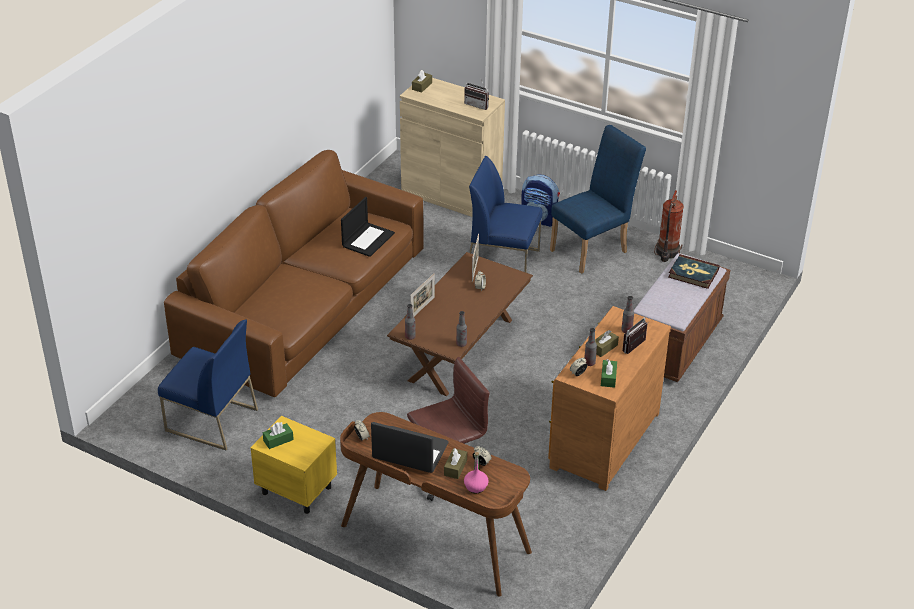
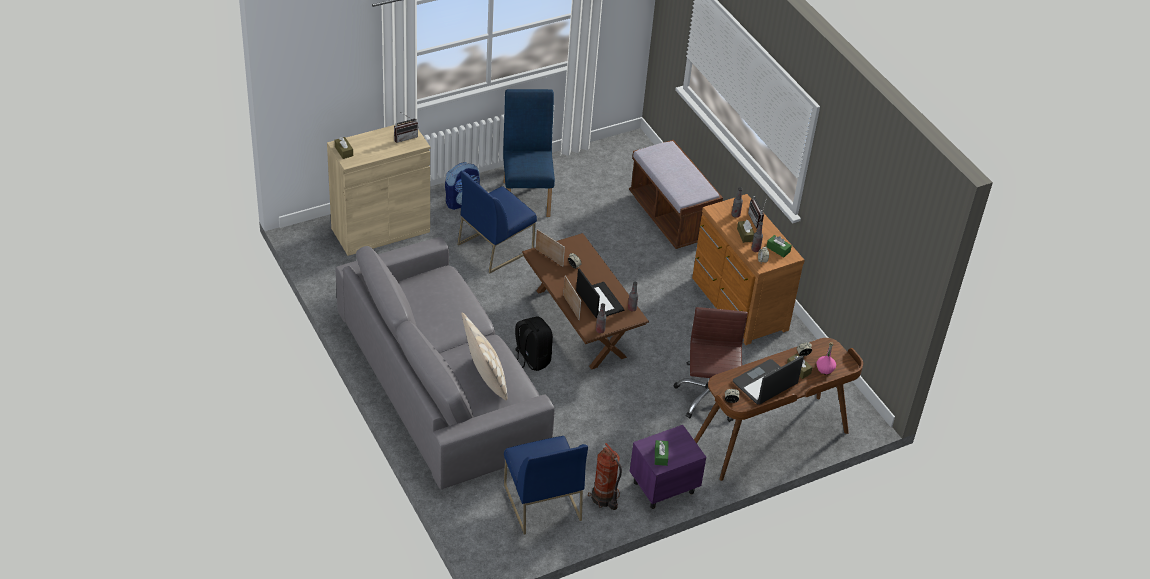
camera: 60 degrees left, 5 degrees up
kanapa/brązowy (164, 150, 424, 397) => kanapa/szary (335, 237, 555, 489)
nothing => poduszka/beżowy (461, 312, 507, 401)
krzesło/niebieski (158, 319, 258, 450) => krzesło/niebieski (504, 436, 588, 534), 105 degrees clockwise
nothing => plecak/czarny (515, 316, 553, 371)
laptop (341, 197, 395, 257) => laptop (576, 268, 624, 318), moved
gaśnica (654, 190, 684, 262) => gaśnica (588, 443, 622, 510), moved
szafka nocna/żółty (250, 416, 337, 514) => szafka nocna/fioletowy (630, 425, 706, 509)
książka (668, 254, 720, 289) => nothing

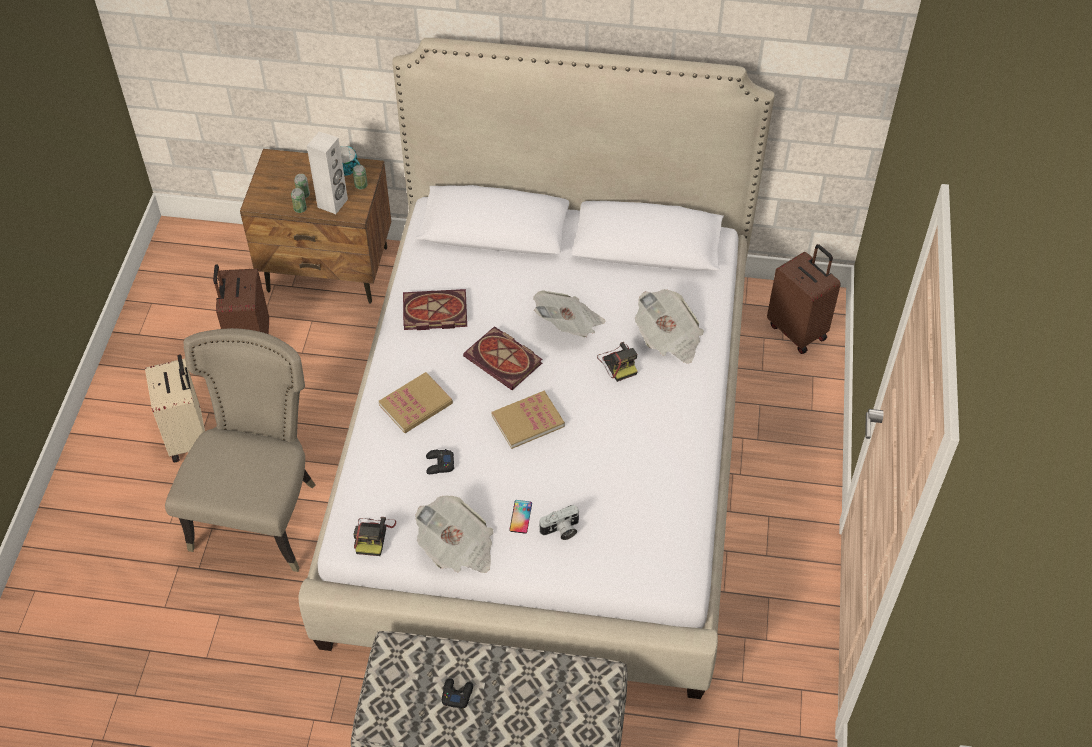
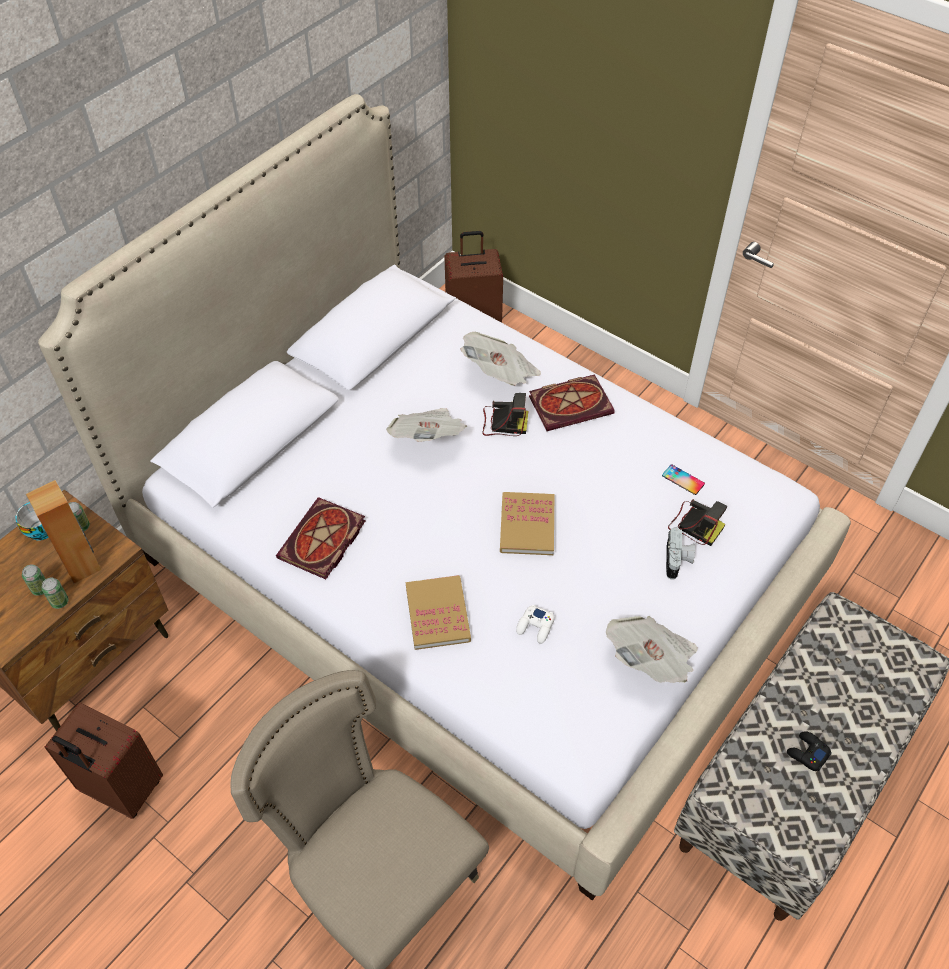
camera: 60 degrees left, 0 degrees up
głośnik/biały (307, 132, 348, 214) => głośnik/brązowy (26, 480, 101, 583)
pad do gier/czarny (426, 449, 454, 474) => pad do gier/biały (516, 605, 555, 644)
książka (463, 326, 542, 390) => książka (529, 374, 615, 431), moved
telefon (509, 500, 532, 534) => telefon (662, 464, 705, 495), moved
aparat fotograficzny (353, 517, 396, 556) => aparat fotograficzny (668, 499, 727, 546), moved
walizka/beżowy (145, 355, 205, 462) => nothing

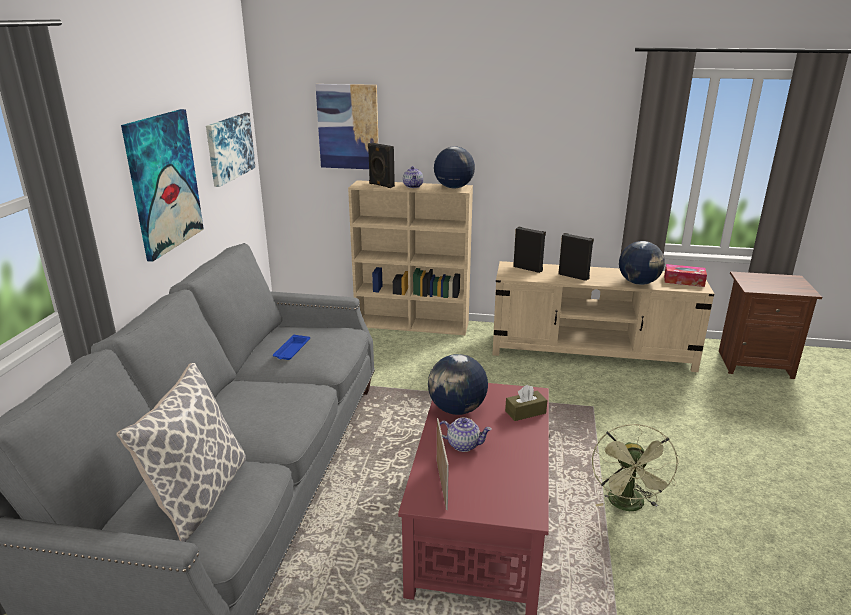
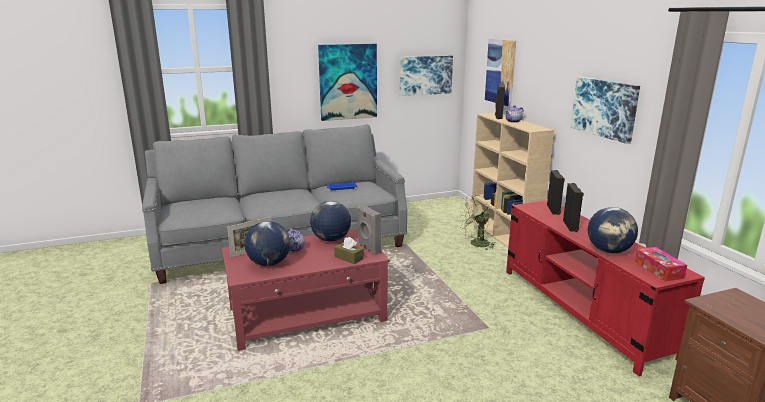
camera: 60 degrees right, 5 degrees down
globus (434, 146, 475, 189) => globus (244, 221, 291, 266), moved
nothing => głośnik/szary (357, 205, 381, 255)
wentylator/zielony (592, 424, 679, 511) => wentylator/zielony (460, 195, 495, 250), moved
szafka pod telewizor/beżowy (492, 261, 714, 372) => szafka pod telewizor/czerwony (506, 200, 705, 376)
nothing => obraz (571, 77, 640, 144)
poduszka (116, 363, 246, 542) => nothing

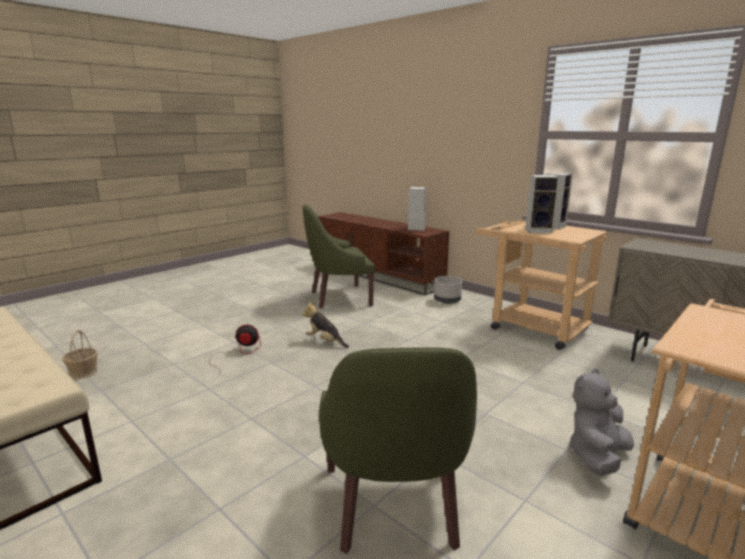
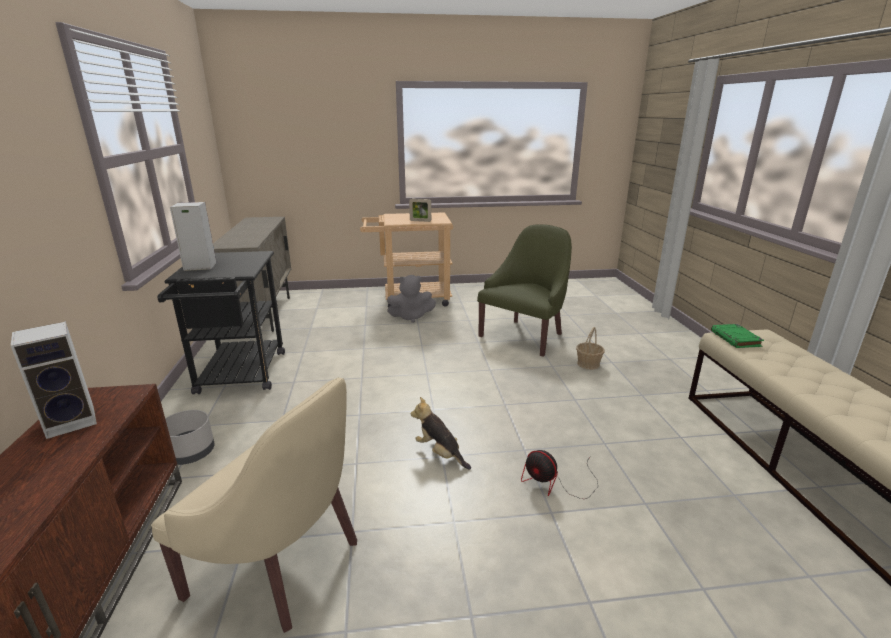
camera: 140 degrees left, 5 degrees up
fotel/zielony (303, 204, 375, 308) => fotel/beżowy (151, 377, 357, 633)
wózek/beżowy (476, 221, 607, 350) => wózek/czarny (158, 251, 285, 394)
nothing => ramka na zdjęcie (409, 198, 431, 222)
pluszak (302, 301, 349, 348) => pluszak (410, 397, 471, 470), 150 degrees clockwise
koszyk (62, 330, 98, 379) => koszyk (576, 327, 605, 370), moved
nothing => książka/zielony (711, 324, 764, 348)
głośnik (525, 175, 559, 233) => nothing

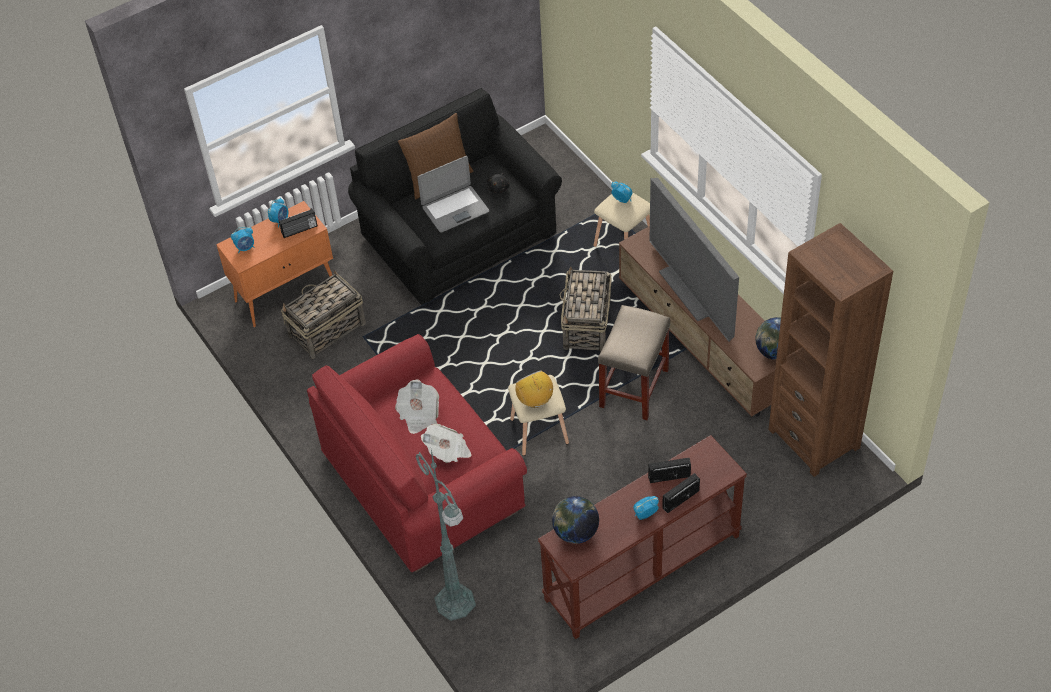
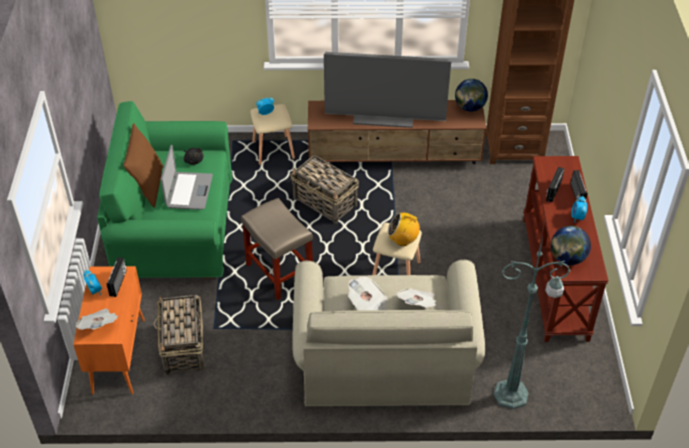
camera: 60 degrees left, 5 degrees down
budzik (231, 227, 255, 253) => gazeta (76, 308, 119, 330)
kanapa/czarny (348, 88, 562, 304) => kanapa/zielony (97, 101, 232, 280)
stołek/beżowy (598, 305, 671, 420) => stołek/beżowy (241, 198, 313, 300), moved
kanapa/czerwony (307, 334, 527, 572) => kanapa/beżowy (292, 260, 485, 406)

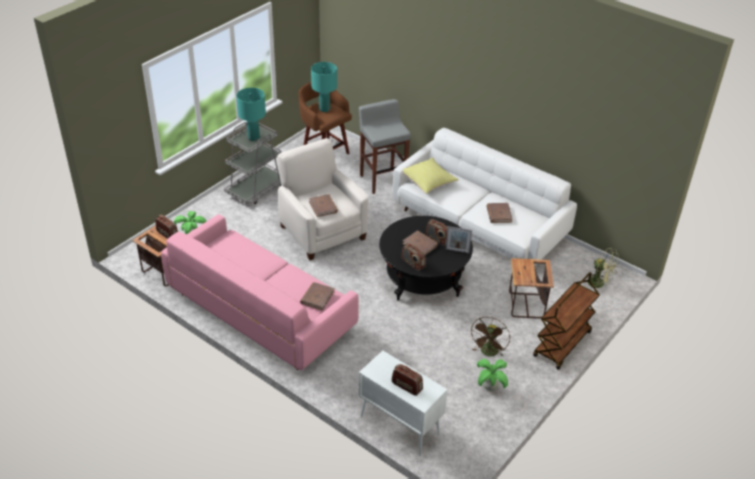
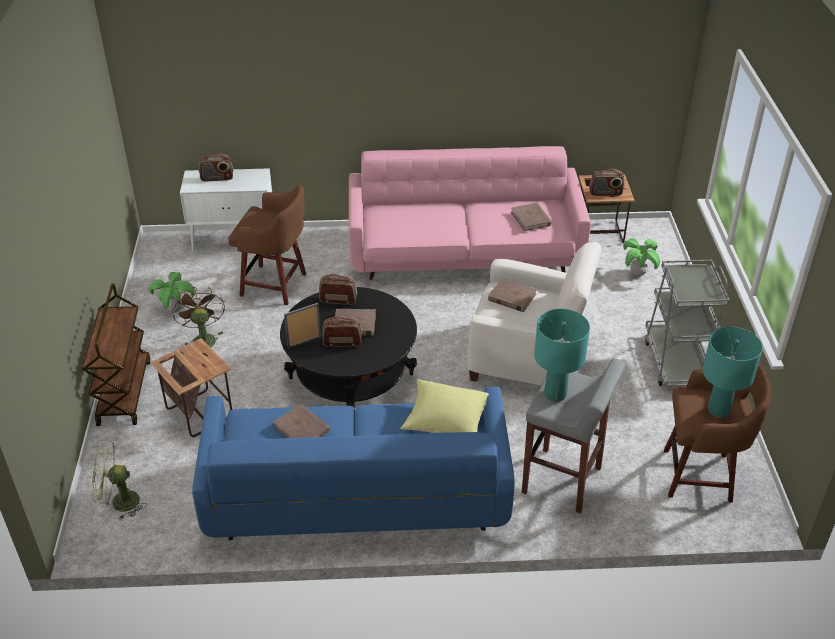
camera: 140 degrees right, 0 degrees up
kanapa/biały (393, 128, 577, 266) => kanapa/niebieski (192, 387, 515, 540)
nothing => stołek/brązowy (228, 184, 306, 305)
książka/brązowy (300, 282, 335, 310) => książka/brązowy (511, 203, 552, 231), moved
lampa stołowa/turkusowy (236, 88, 266, 141) => lampa stołowa/turkusowy (534, 309, 590, 402), moved

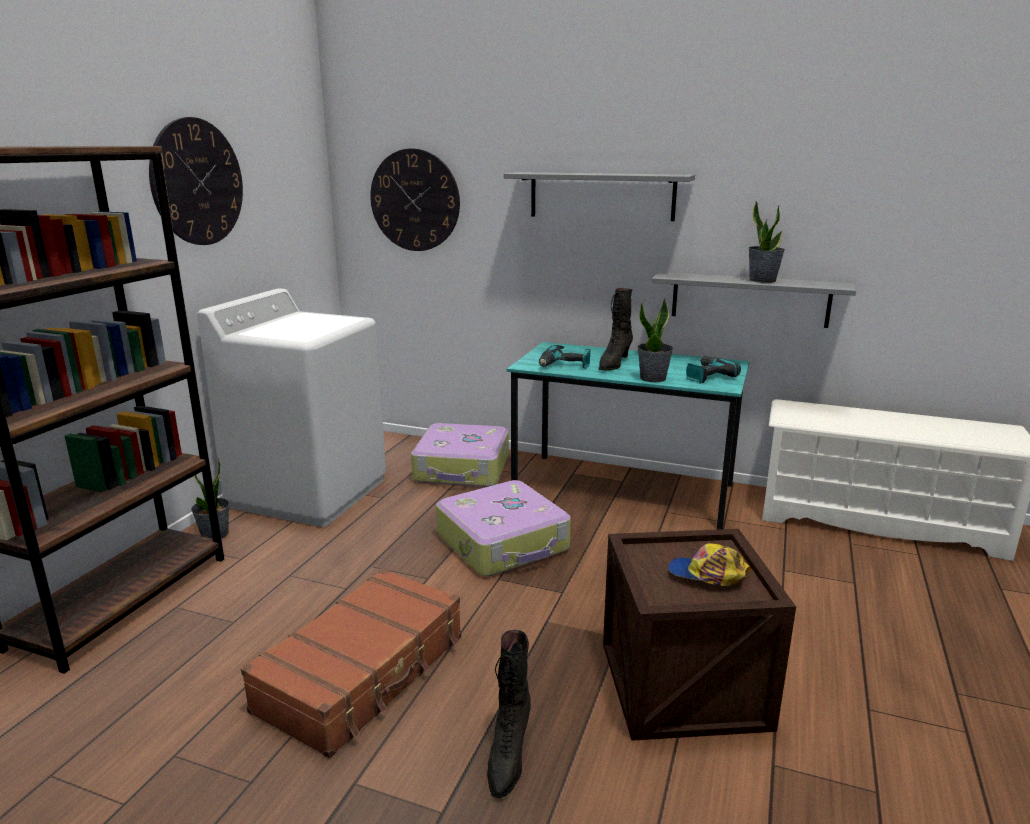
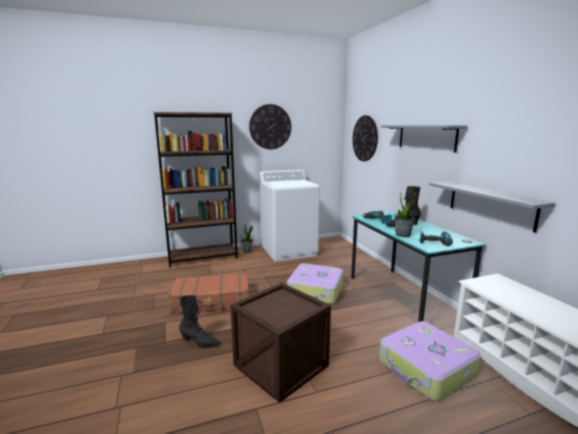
camera: 50 degrees right, 5 degrees down
but z cholewką/czarny (487, 630, 531, 798) => but z cholewką/czarny (179, 295, 220, 348), 135 degrees counterclockwise
walizka (411, 423, 509, 487) => walizka (379, 321, 481, 401), moved
czapka z daszkiem (668, 543, 751, 586) => nothing
roślina doniczkowa (748, 201, 785, 283) => nothing

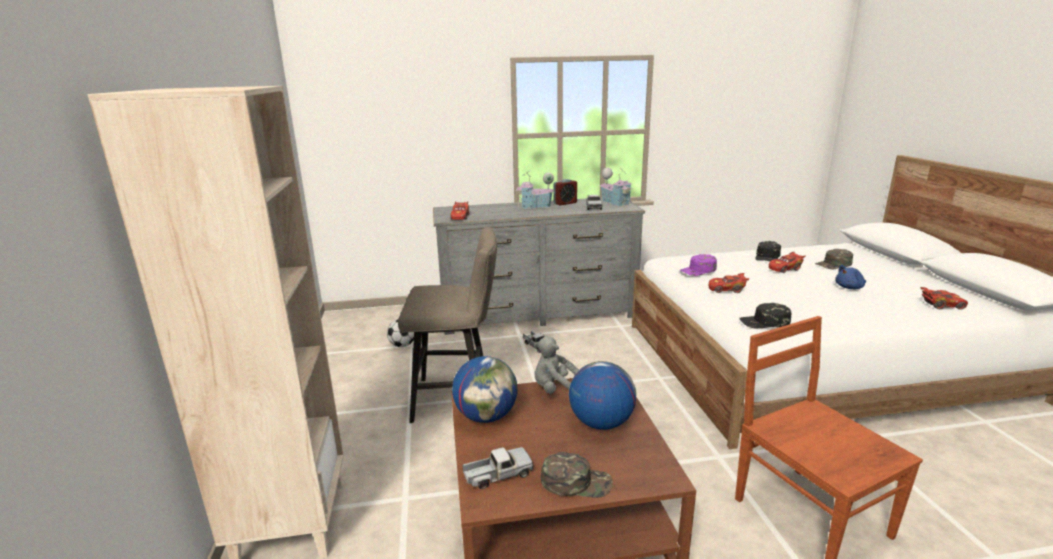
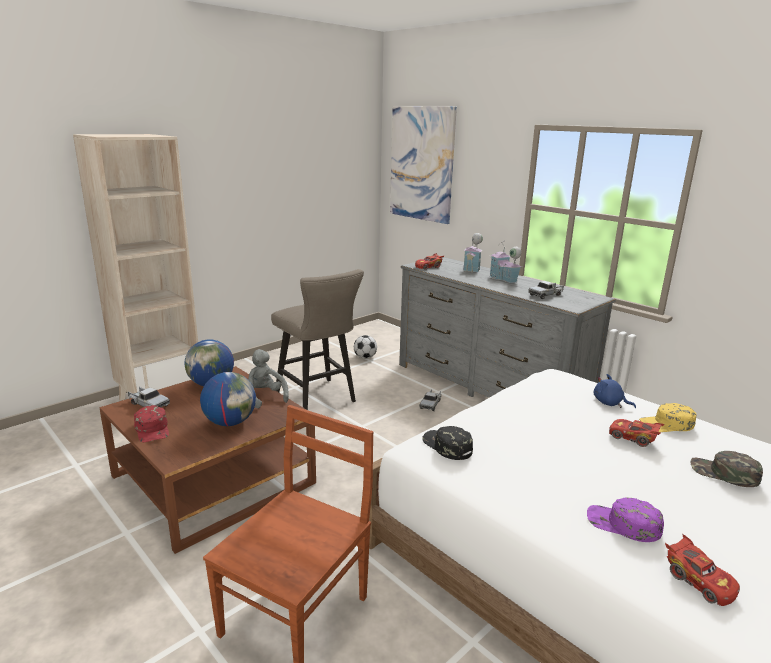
camera: 55 degrees right, 0 degrees up
czapka z daszkiem/zielony (541, 452, 613, 498) => czapka z daszkiem/czerwony (134, 405, 169, 442)
nothing => obraz (390, 106, 457, 224)
domek (599, 168, 632, 207) => domek (463, 233, 483, 272), moved
czapka z daszkiem/fioletowy (679, 254, 717, 276) => czapka z daszkiem/fioletowy (587, 498, 664, 542), moved
pluszak/niebieski (835, 265, 866, 289) => pluszak/niebieski (594, 374, 636, 408), moved
czapka z daszkiem/czarny (755, 241, 781, 261) => czapka z daszkiem/żółty (639, 403, 696, 432)
budzik (554, 179, 577, 205) => nothing
samochodzik/czerwony (709, 273, 750, 293) => nothing

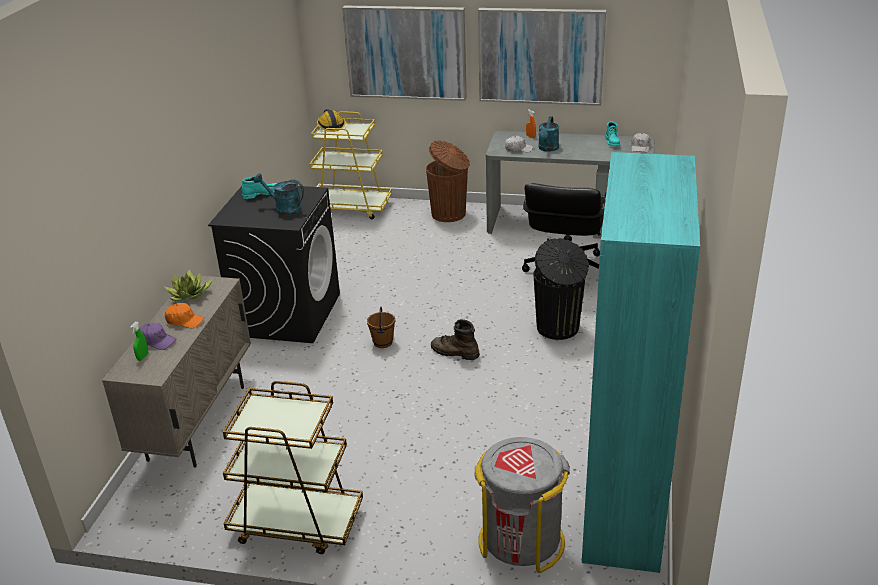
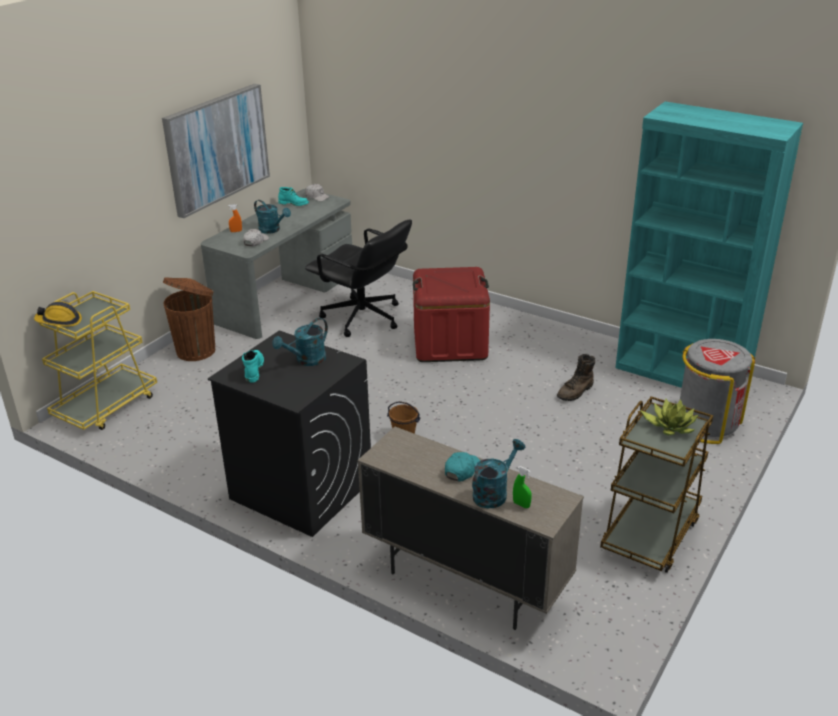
camera: 70 degrees left, 0 degrees up
kosz na śmieci/czarny (533, 238, 589, 340) => pojemnik do przechowywania/czerwony (413, 267, 490, 362)
czapka z daszkiem/pomarańczowy (165, 303, 204, 328) => czapka z daszkiem/turkusowy (445, 452, 480, 482)
czapka z daszkiem/fioletowy (140, 323, 176, 350) => konewka/turkusowy (472, 439, 525, 508)
but z cholewką/brązowy (431, 319, 480, 360) => but z cholewką/brązowy (557, 354, 595, 401), moved
roślina doniczkowa (164, 269, 212, 301) => roślina doniczkowa (640, 399, 699, 435), moved
obraz (342, 6, 467, 101) => nothing

